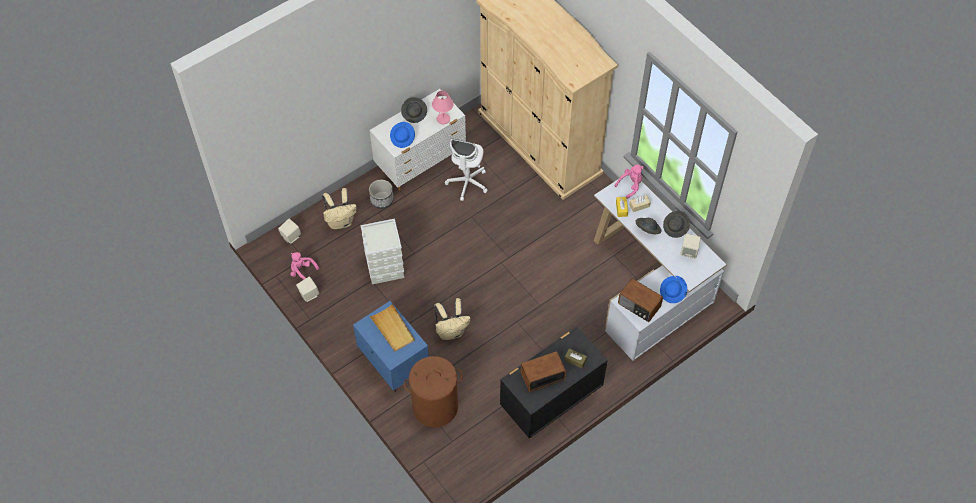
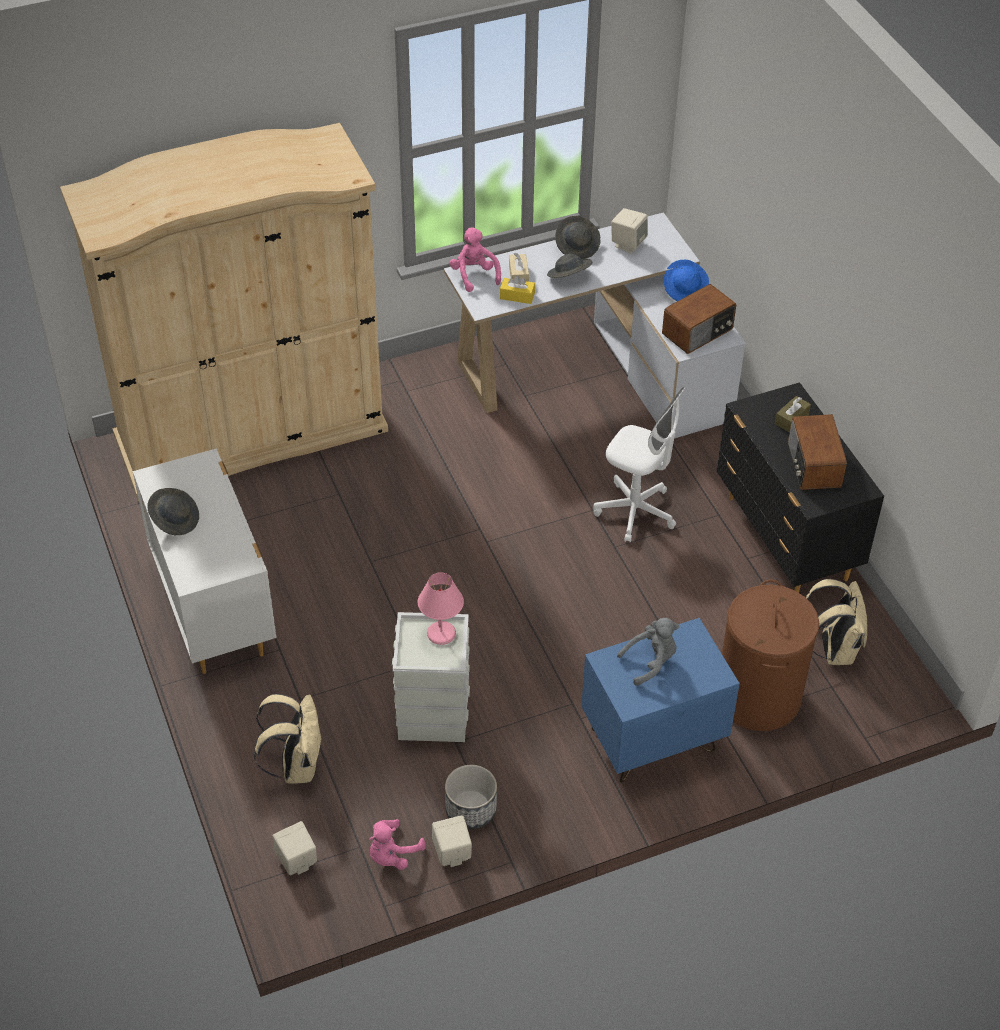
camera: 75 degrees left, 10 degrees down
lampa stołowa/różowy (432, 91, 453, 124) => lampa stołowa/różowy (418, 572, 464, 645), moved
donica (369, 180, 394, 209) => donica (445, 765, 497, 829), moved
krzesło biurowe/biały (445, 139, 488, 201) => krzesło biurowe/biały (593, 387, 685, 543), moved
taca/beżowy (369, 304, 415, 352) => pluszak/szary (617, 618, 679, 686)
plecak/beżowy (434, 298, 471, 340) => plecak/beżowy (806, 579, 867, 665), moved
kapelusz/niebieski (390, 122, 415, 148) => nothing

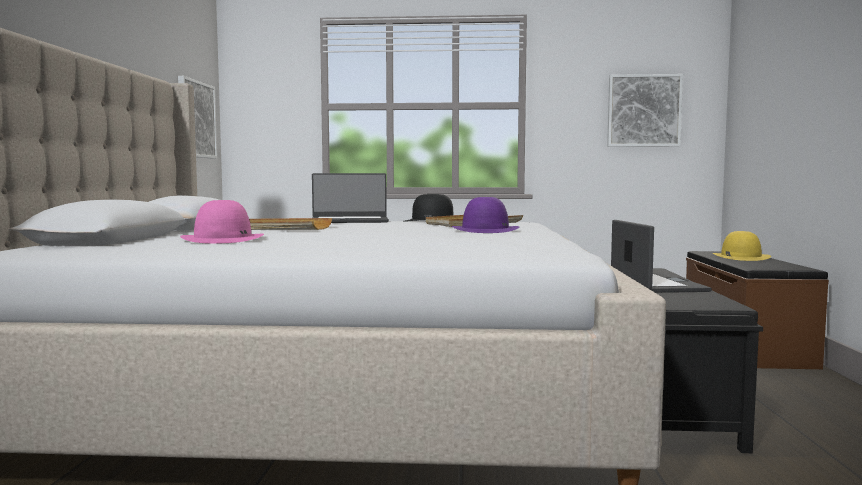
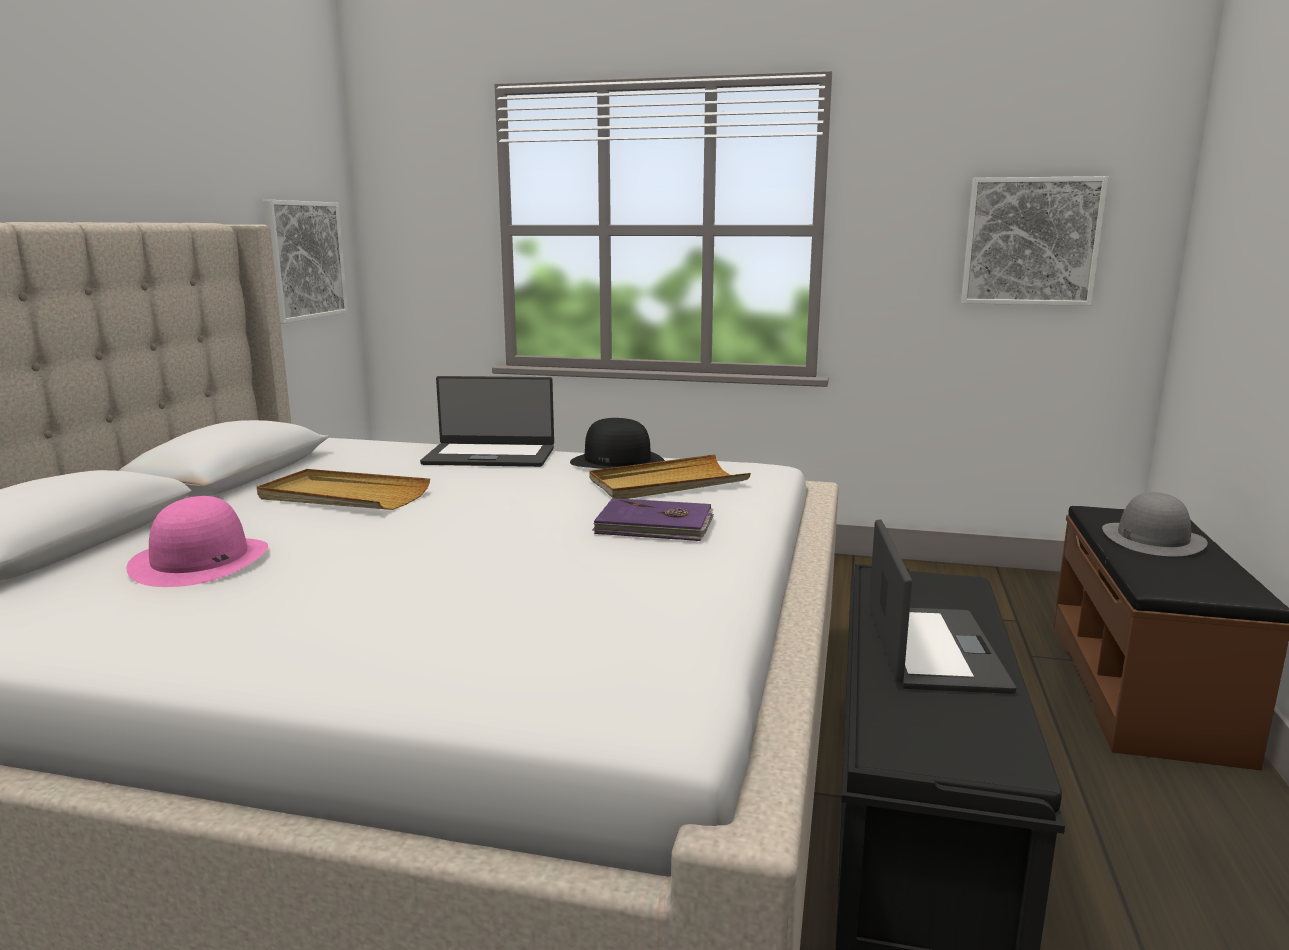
camera: 10 degrees right, 10 degrees up
kapelusz/fioletowy (452, 197, 519, 233) => książka/fioletowy (592, 498, 714, 541)
kapelusz/żółty (713, 231, 771, 261) => kapelusz/szary (1102, 492, 1208, 556)

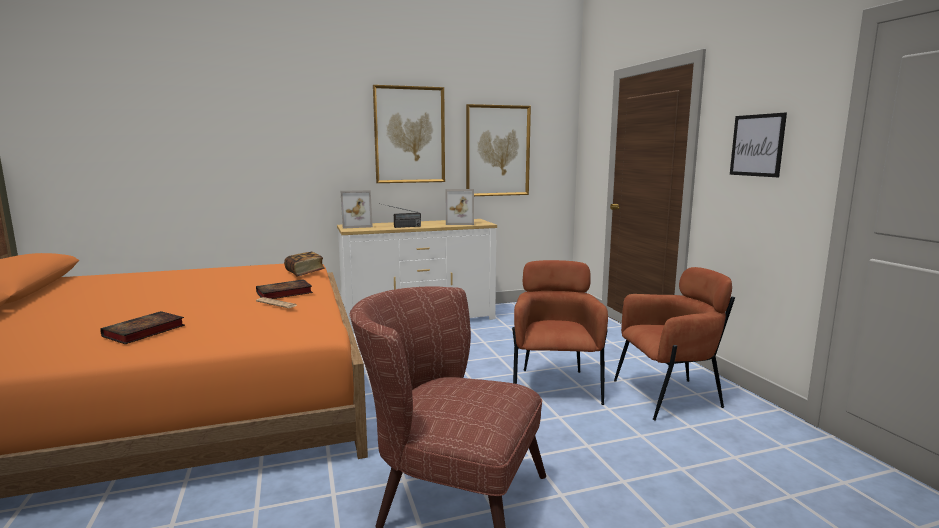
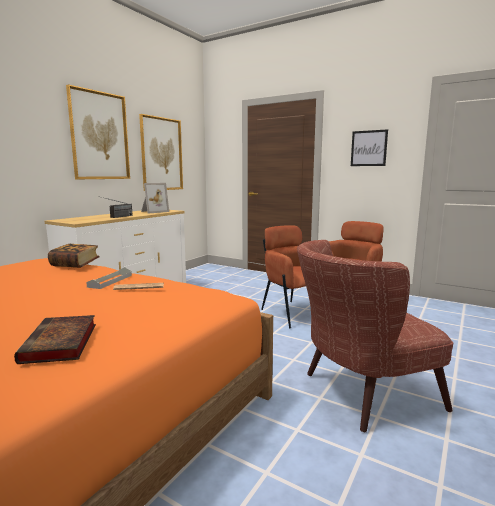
camera: 40 degrees left, 0 degrees up
książka (256, 279, 313, 299) => taca/szary (86, 267, 132, 289)
ramka na zdjęcie (341, 190, 373, 229) => nothing

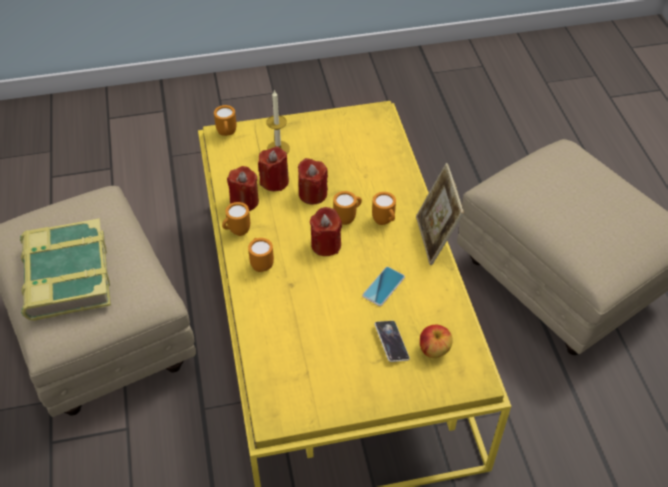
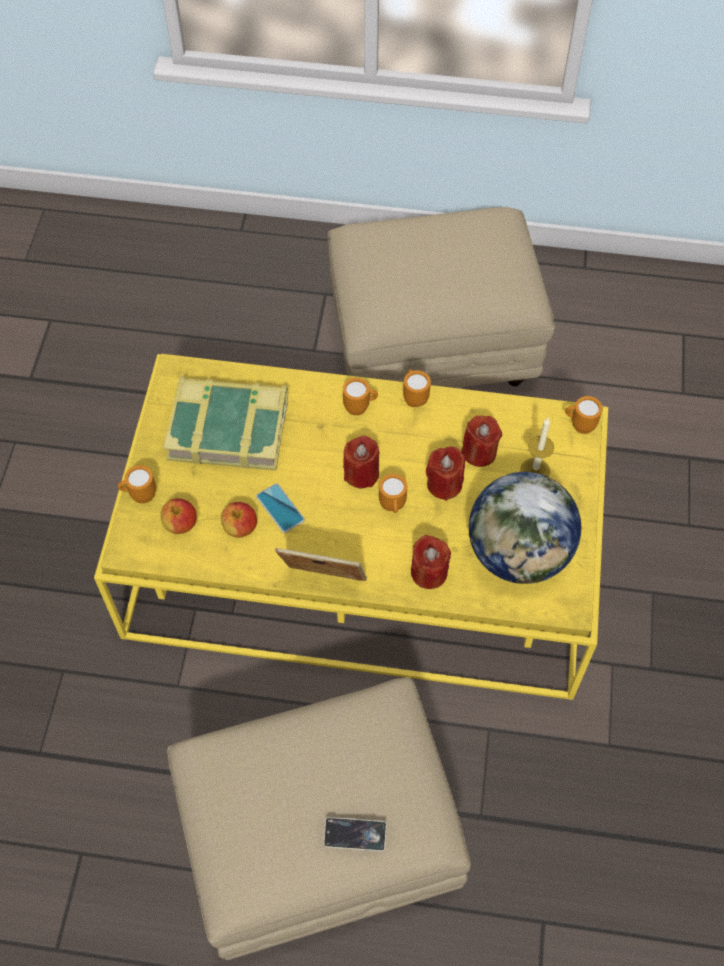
camera: 110 degrees right, 10 degrees up
kubek/pomarańczowy (372, 192, 396, 225) => kubek/pomarańczowy (118, 465, 156, 503), moved
książka (20, 218, 111, 321) => książka (163, 376, 288, 470), moved
nothing => jabłko (221, 502, 257, 538)
telefon (374, 321, 410, 362) => telefon (324, 817, 387, 851), moved
świeca/czerwony (227, 166, 259, 211) => świeca/czerwony (411, 535, 451, 589), moved
nothing => globus (469, 472, 581, 584)

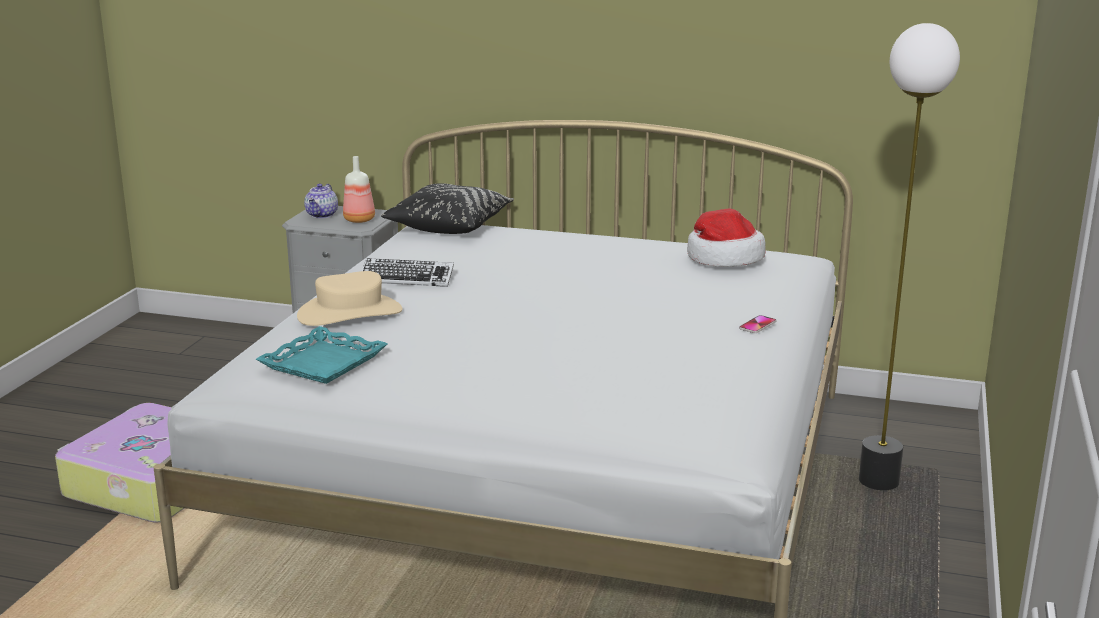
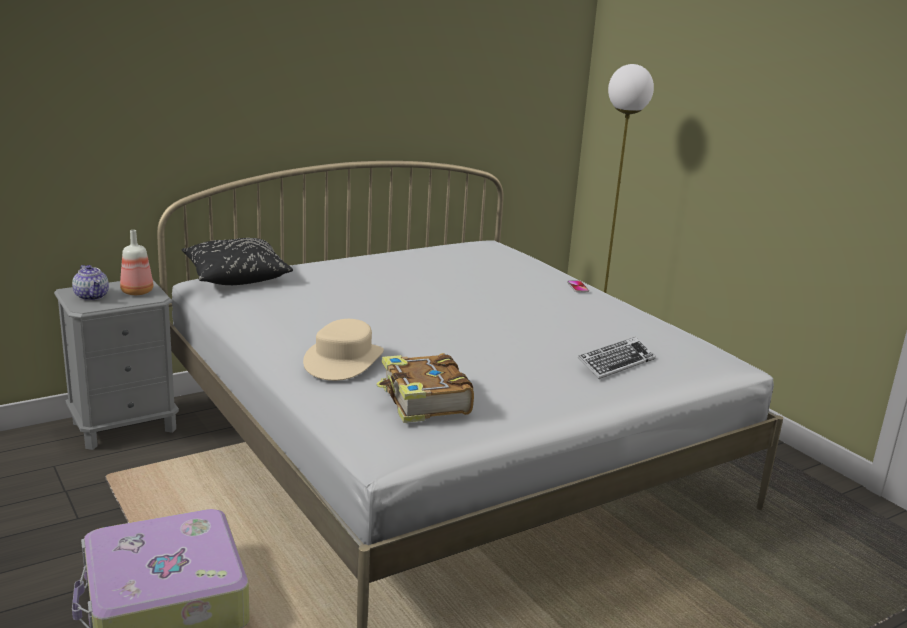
camera: 50 degrees left, 0 degrees up
taca/turkusowy (256, 326, 388, 384) => książka (377, 353, 474, 423)
klawiatura (362, 258, 454, 287) => klawiatura (578, 337, 656, 379), moved
kapelusz (687, 208, 766, 267) => nothing

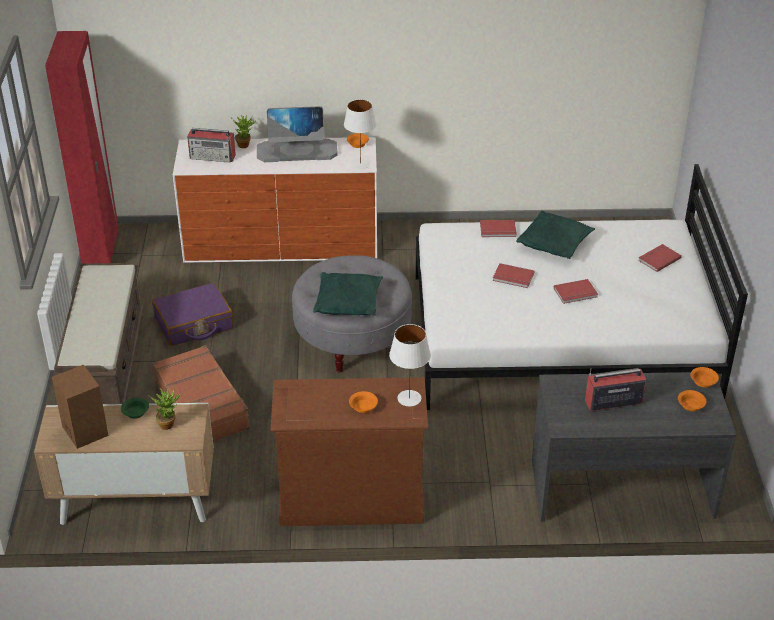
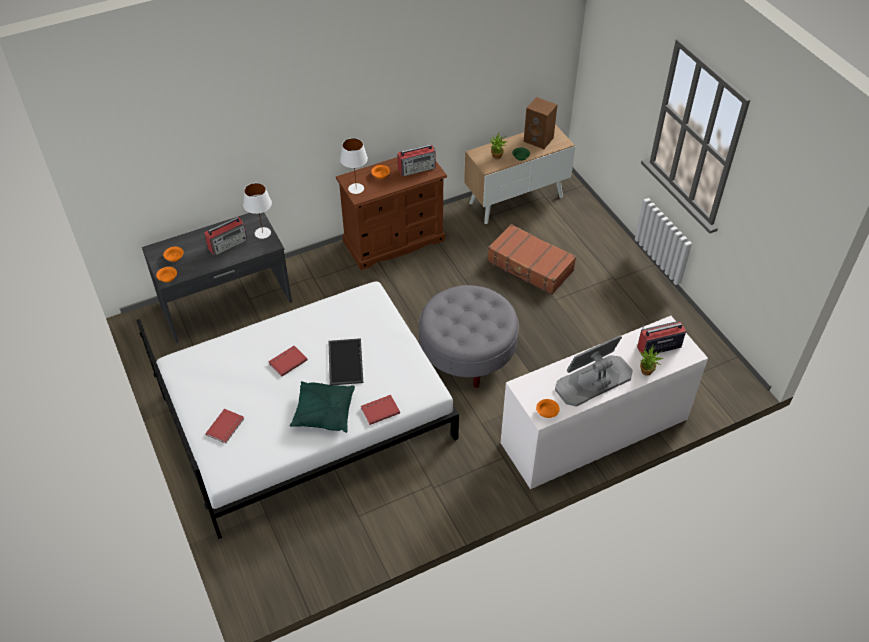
camera: 155 degrees right, 10 degrees up
lampa stołowa/biały (344, 99, 376, 169) => lampa stołowa/biały (243, 183, 272, 239), moved
książka/czerwony (493, 263, 535, 288) => taca (328, 338, 363, 385)
nothing => radio (397, 144, 436, 176)
szafa/czerwony (45, 31, 119, 264) => nothing
ławka/brązowy (54, 263, 144, 404) => nothing
walizka/fioletowy (152, 283, 234, 346) => nothing
poduszka/zielony (313, 272, 383, 316) => nothing

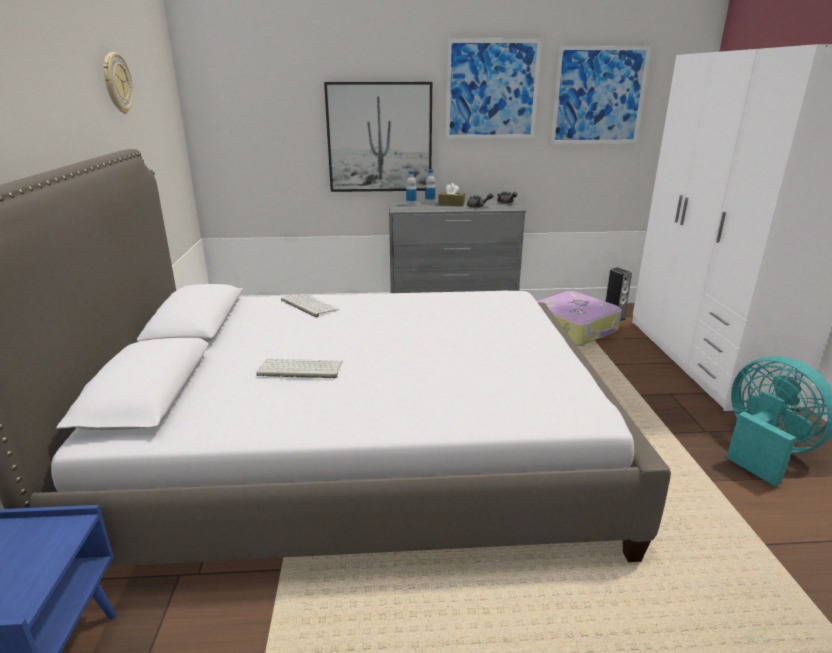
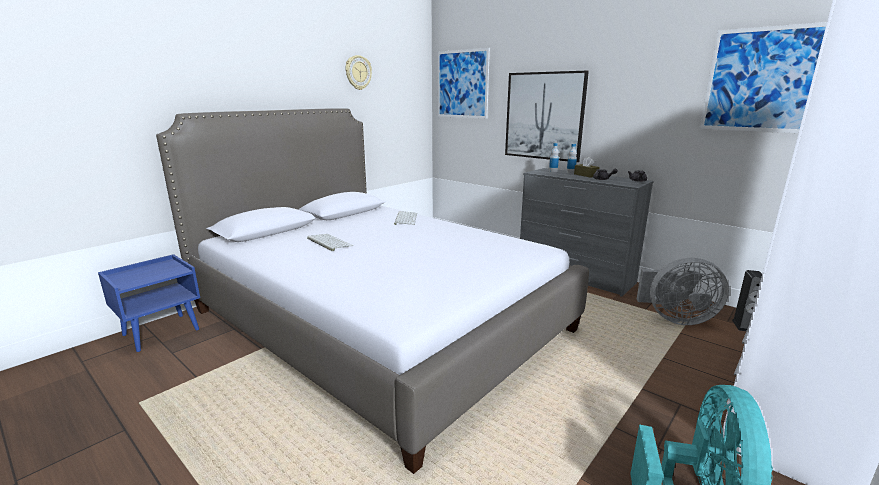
camera: 45 degrees right, 5 degrees down
obraz (446, 39, 542, 138) => obraz (438, 48, 490, 119), moved
walizka (537, 291, 622, 346) => wentylator/szary (637, 258, 729, 325)

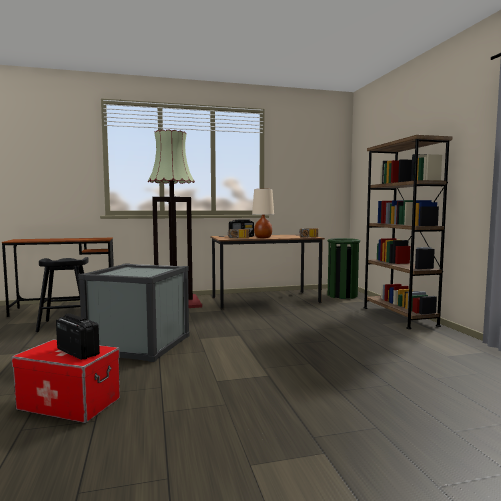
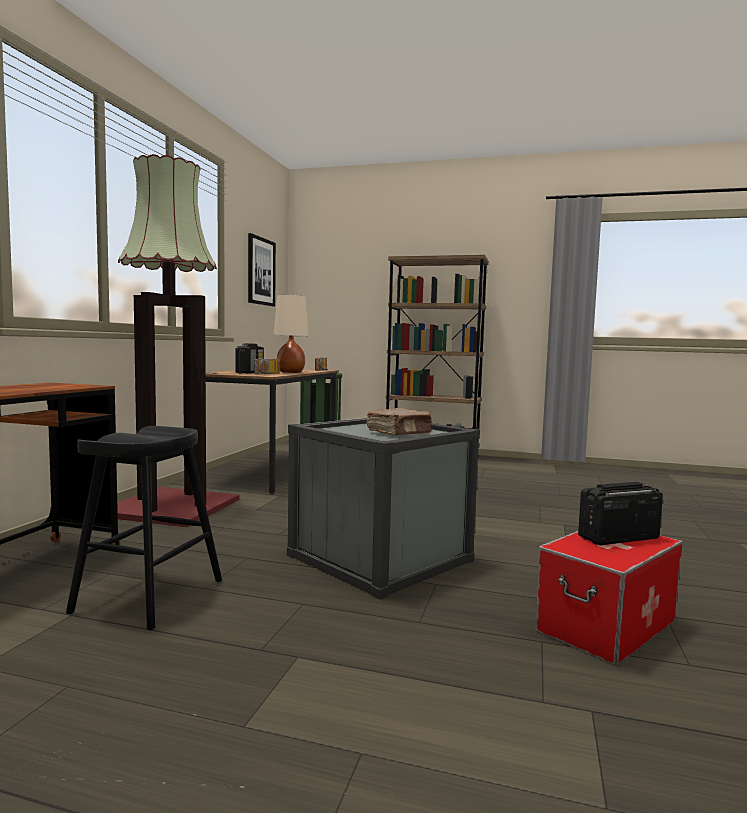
camera: 60 degrees left, 0 degrees up
nothing => obraz (248, 233, 276, 306)
nothing => książka/brązowy (366, 408, 432, 435)

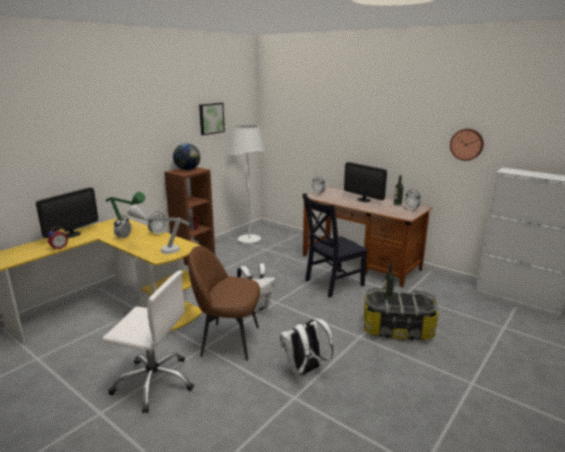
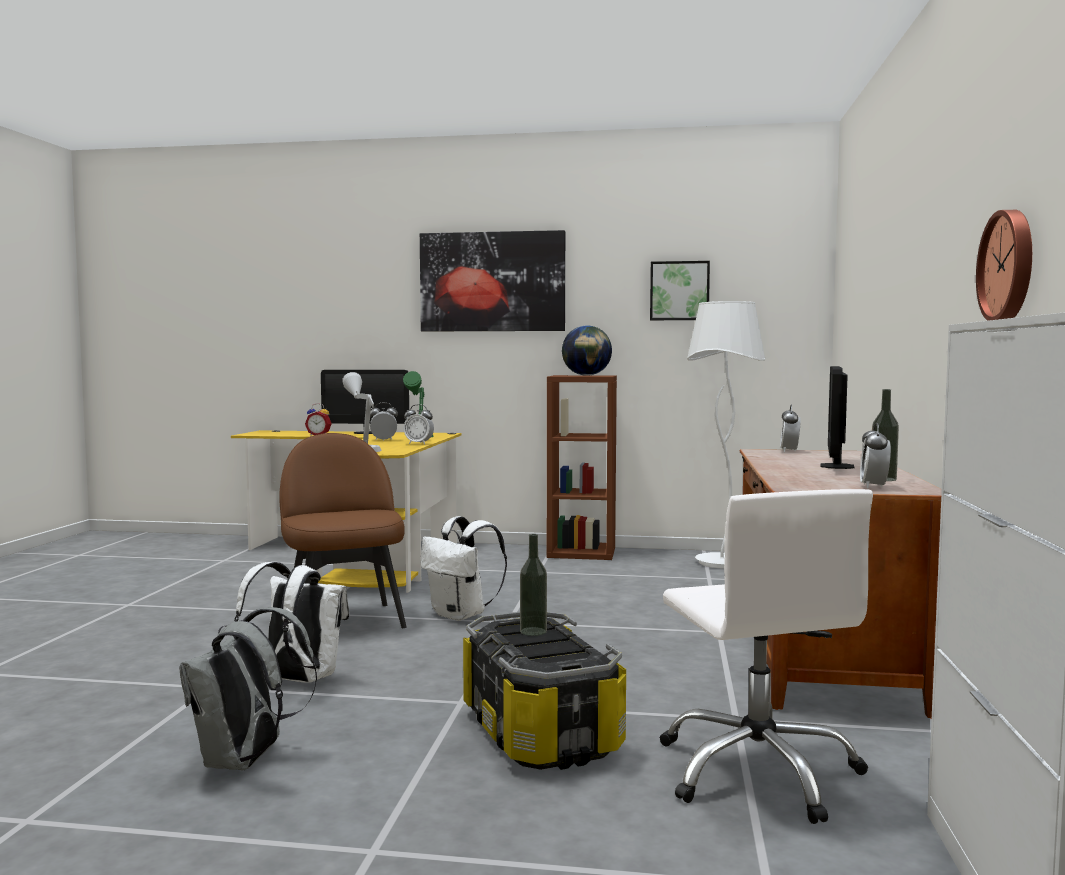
camera: 60 degrees right, 15 degrees down
nothing => plecak/szary (179, 607, 317, 770)
nothing => obraz (420, 230, 565, 332)
krzesło biurowe/biały (102, 270, 194, 413) => krzesło biurowe/biały (660, 489, 873, 824), moved
krzesło/czarny (303, 193, 368, 297) => nothing

